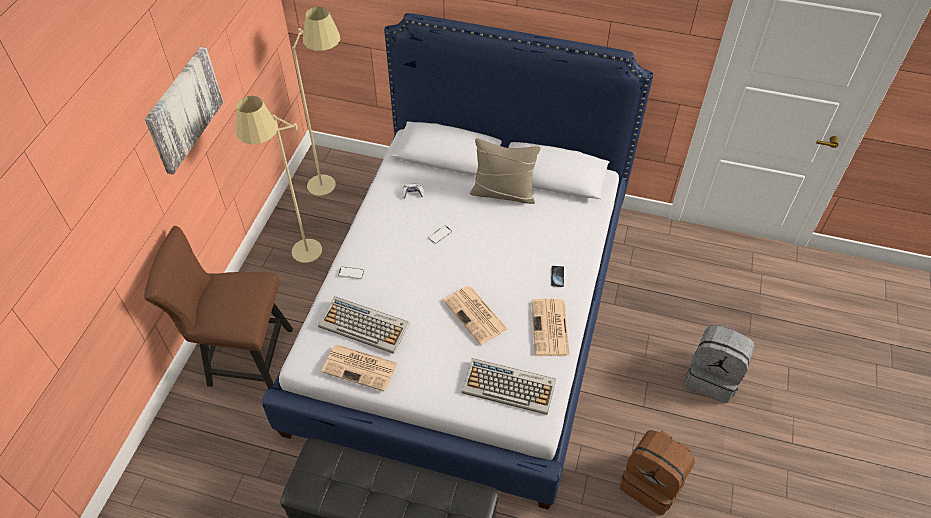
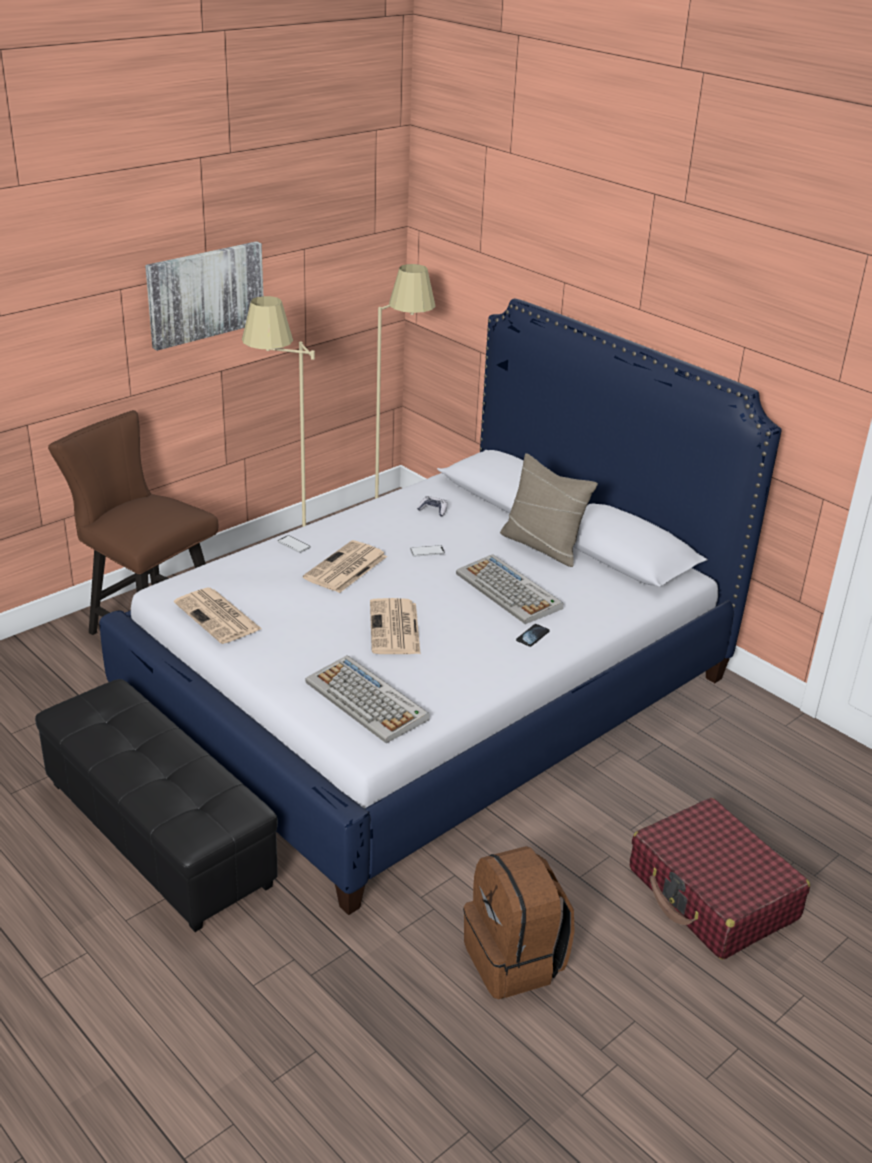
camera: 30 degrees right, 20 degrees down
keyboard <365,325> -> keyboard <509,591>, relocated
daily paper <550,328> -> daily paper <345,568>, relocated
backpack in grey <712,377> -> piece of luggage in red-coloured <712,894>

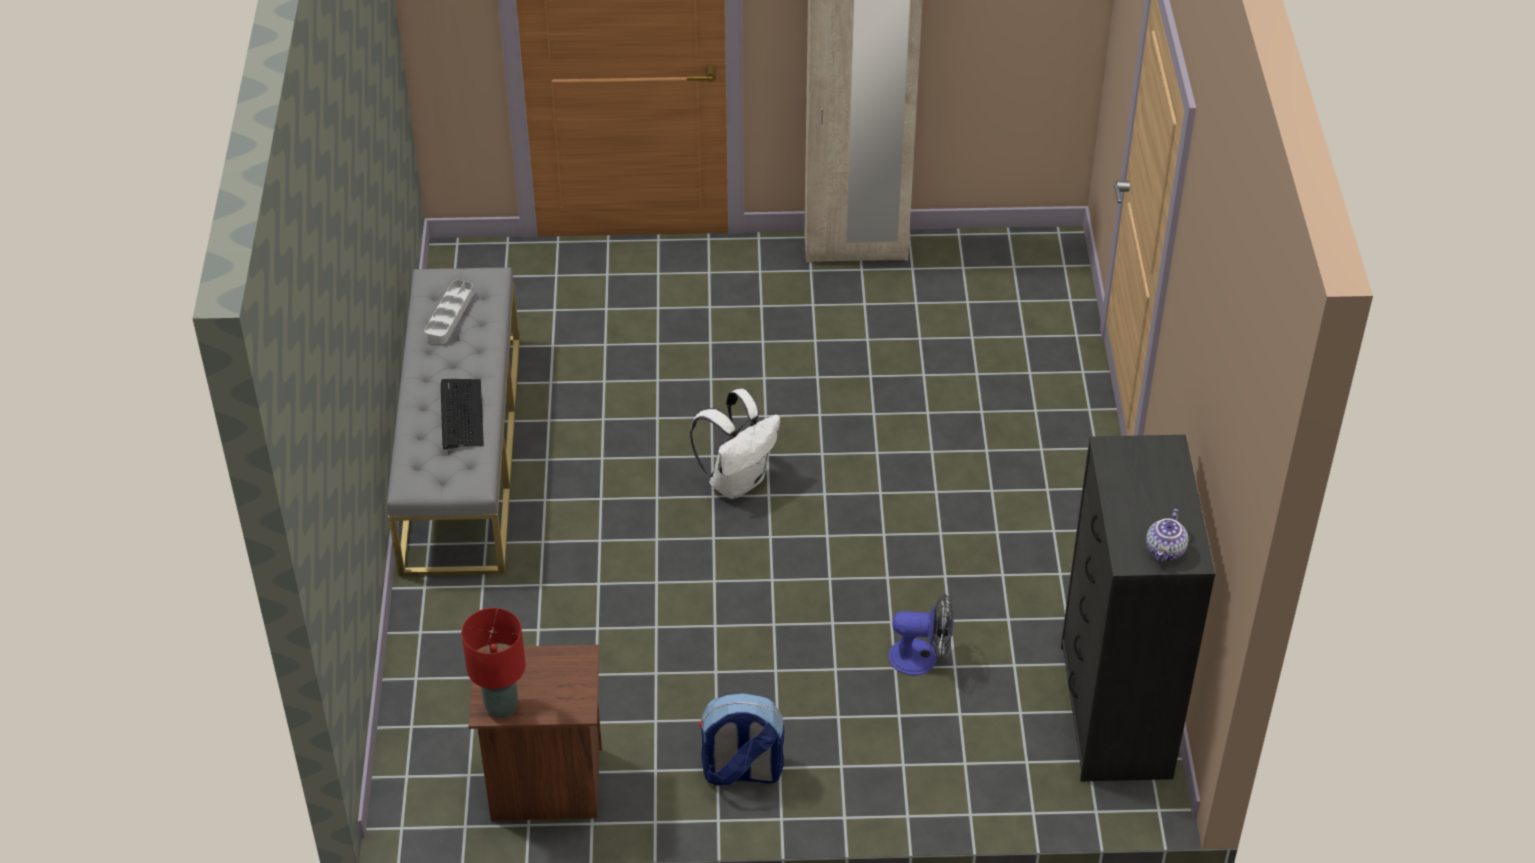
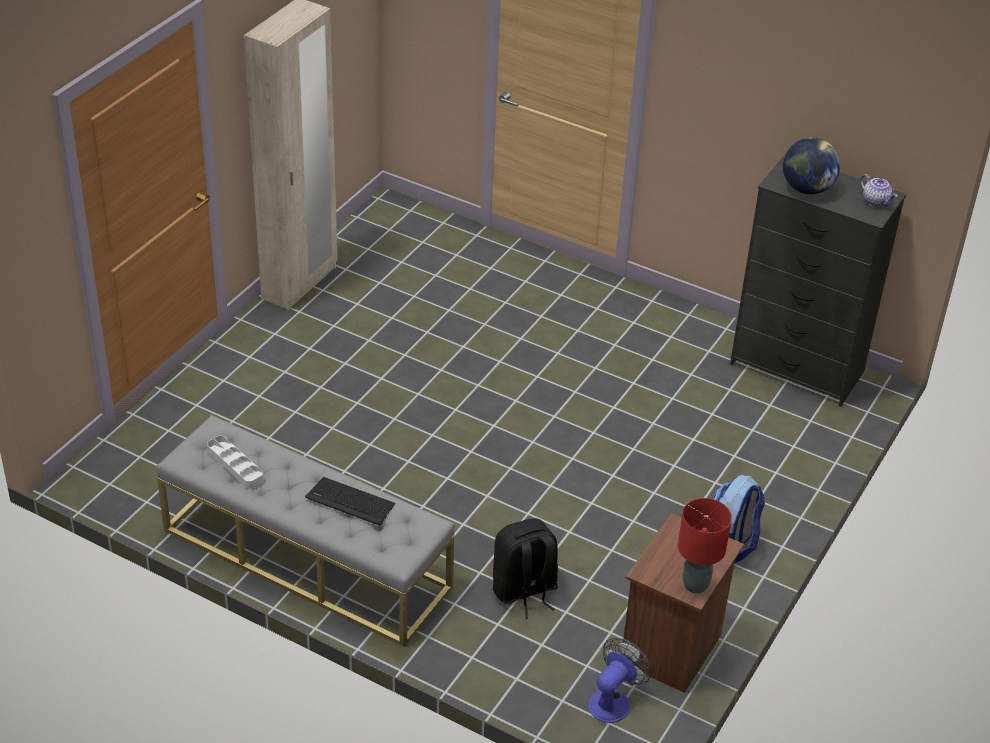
camera: 60 degrees left, 5 degrees down
backpack in white <737,480> -> none
fan <922,658> -> fan <613,700>, relocated
none -> backpack in black <524,591>
none -> desk globe <806,189>

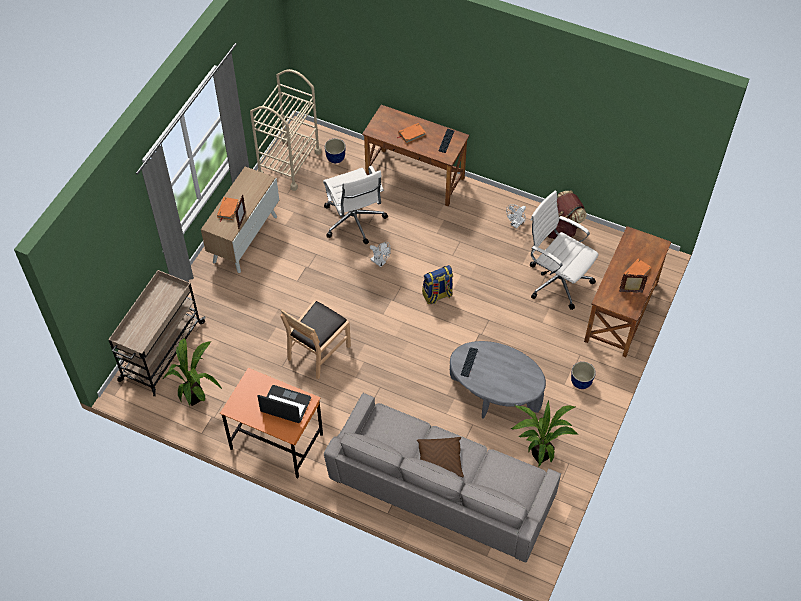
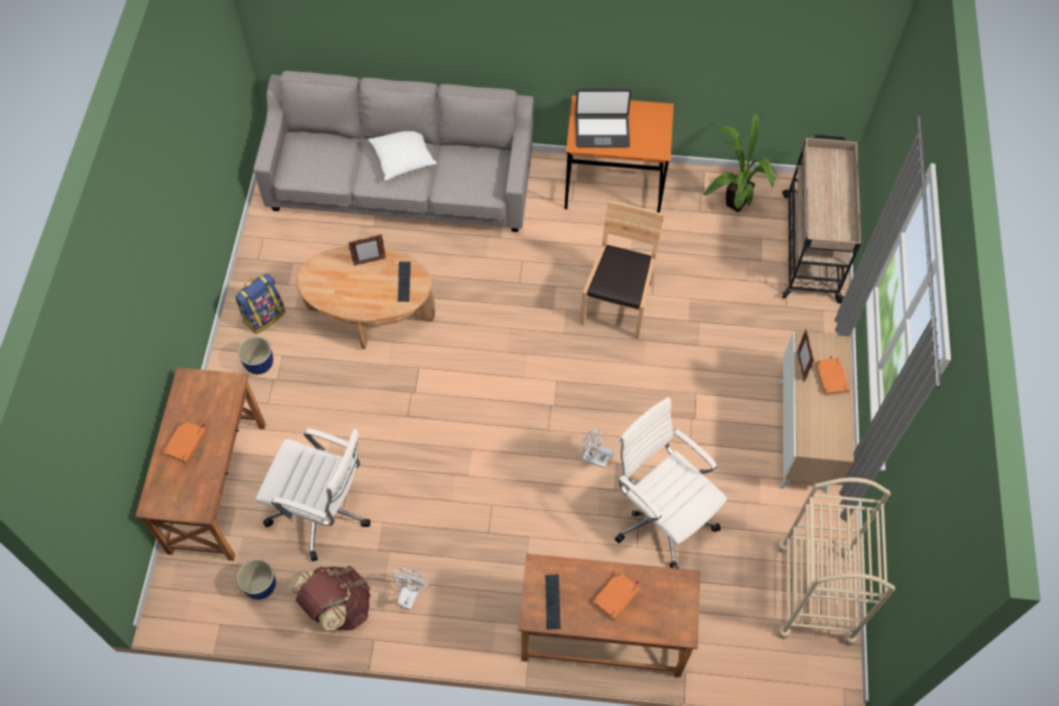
camera: 160 degrees right, 5 degrees up
planter <336,158> -> planter <260,586>, relocated
throw pillow in brownish <440,462> -> throw pillow in white <402,158>
backpack <437,295> -> backpack <264,316>, relocated
lounge table in grey <494,395> -> lounge table in brownish <370,315>
potted plant <538,454> -> none
picture frame <631,292> -> picture frame <369,261>, relocated

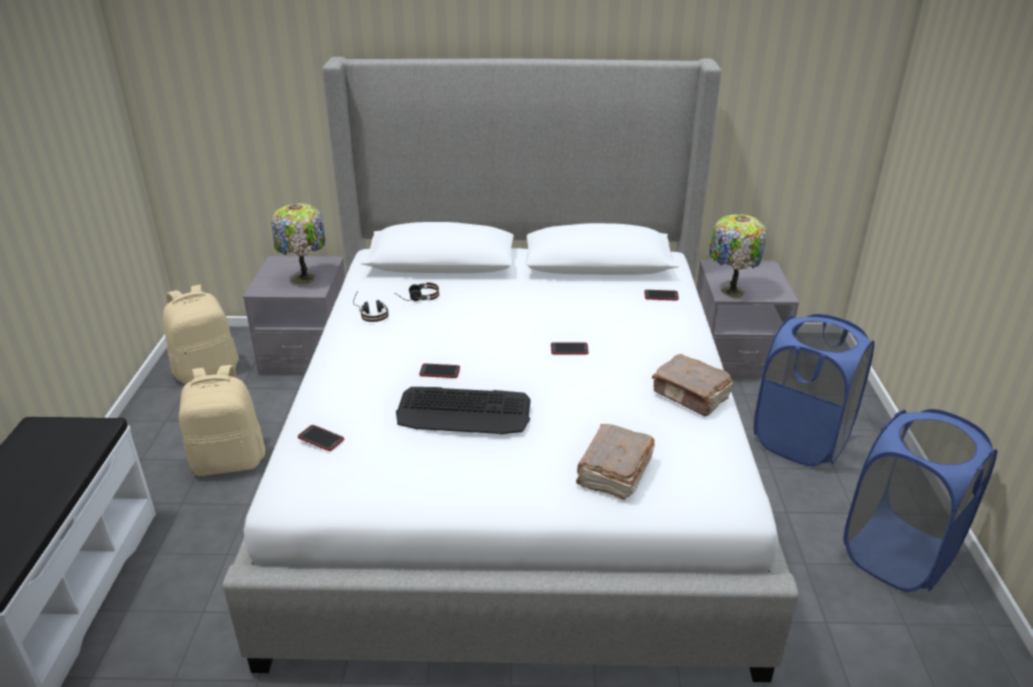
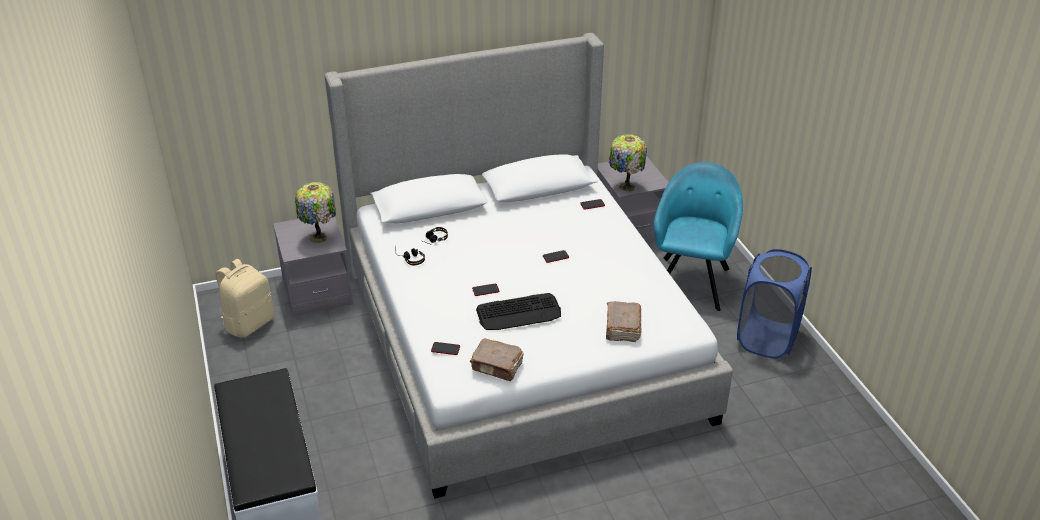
camera: 20 degrees left, 5 degrees up
backpack in sand-coloured <229,461> -> none
volume in brownish <691,396> -> volume in brownish <497,367>, relocated
laundry basket in blue <800,440> -> lounge chair in turquoise <691,280>

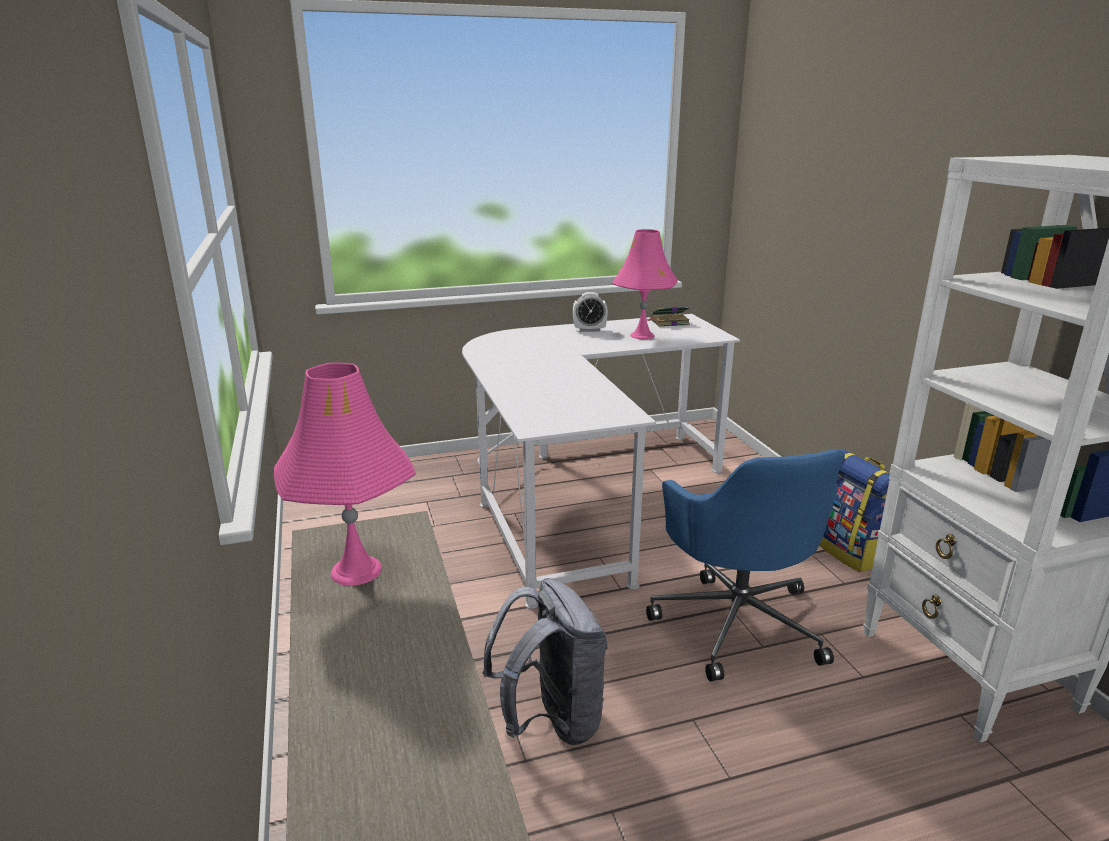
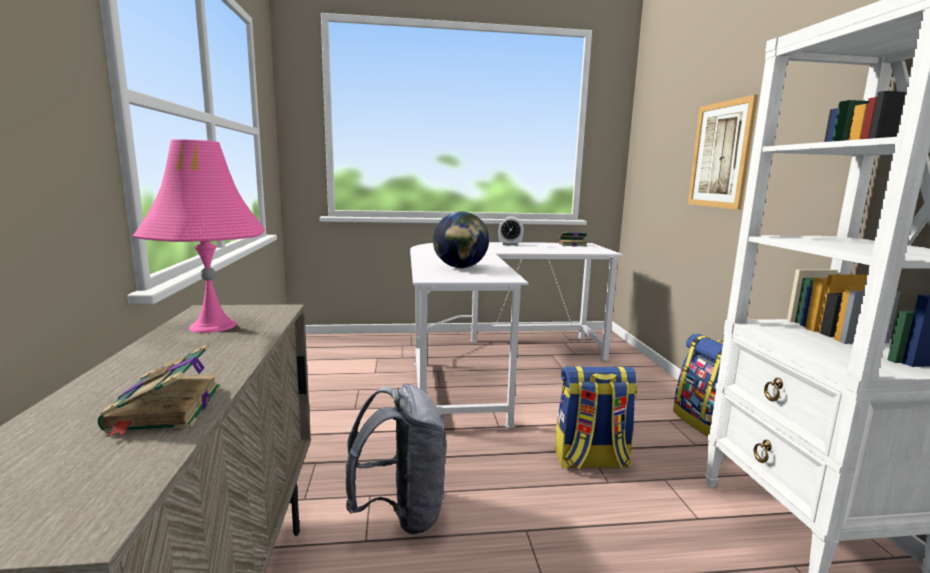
camera: 10 degrees right, 10 degrees down
tabletop lamp in pinkish <642,335> -> none
desk chair in blue <738,622> -> backpack <591,461>
none -> volume <165,409>
none -> desk globe <460,268>
none -> wall picture <720,155>

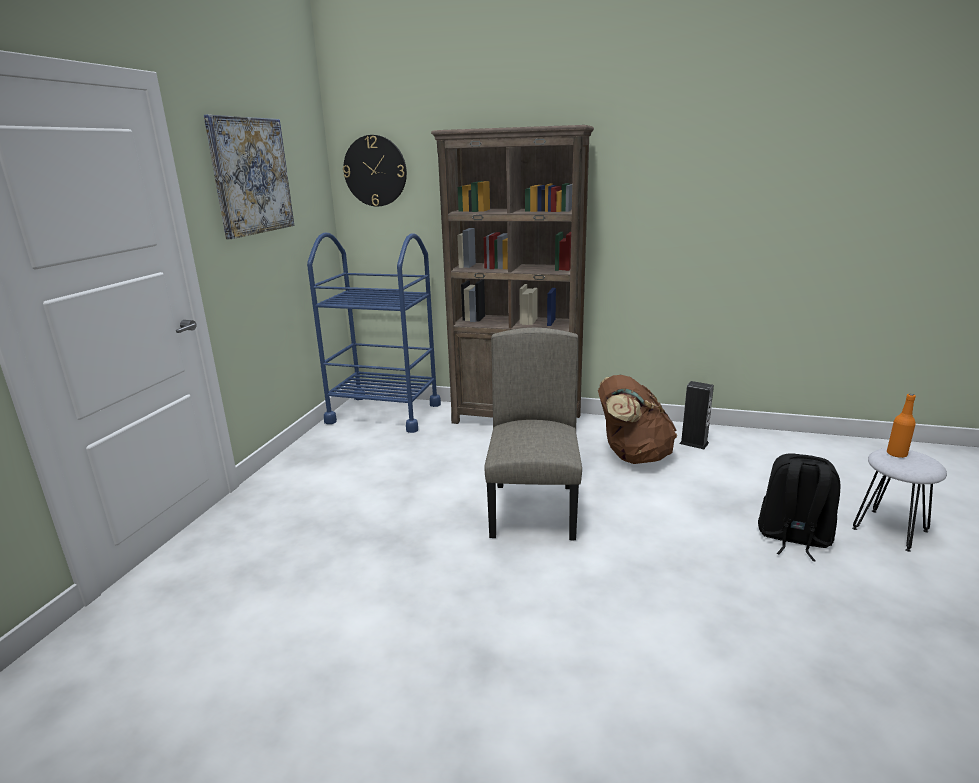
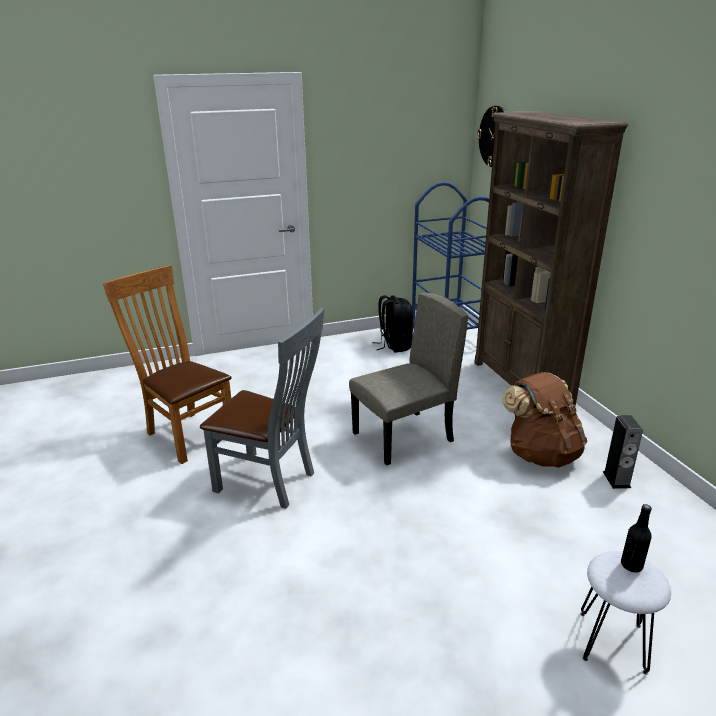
camera: 55 degrees right, 5 degrees up
wall picture <251,176> -> none
backpack in black <793,538> -> backpack in black <394,345>, relocated
drink bottle in orange-coloured <896,454> -> drink bottle in black <631,565>
none -> upright chair in brownish <186,433>
none -> upright chair in grey <271,482>

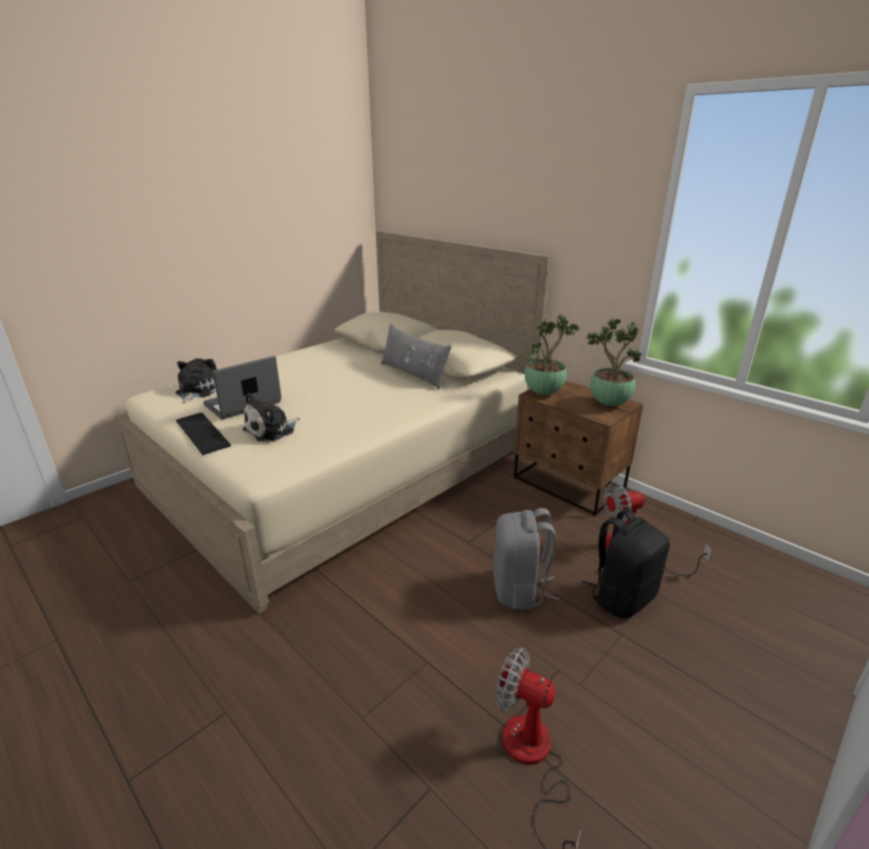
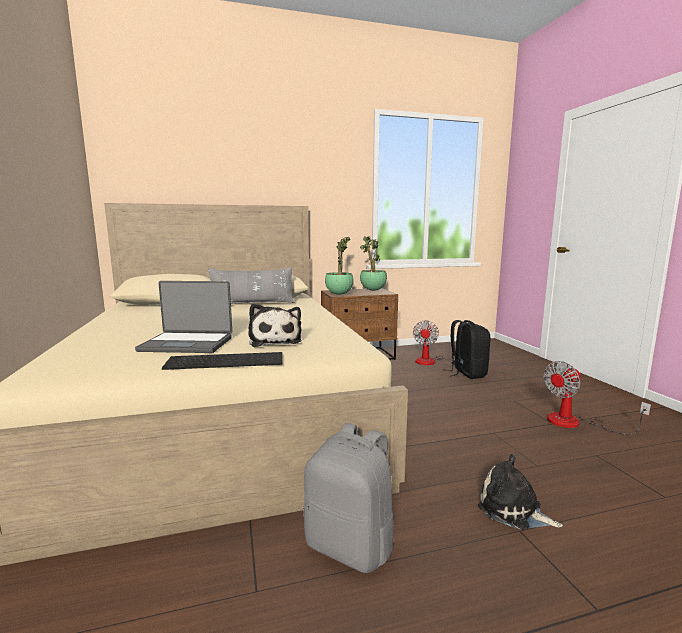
camera: 60 degrees left, 15 degrees down
cuddly toy <197,391> -> cuddly toy <513,510>, relocated
portable computer <243,404> -> portable computer <188,344>, 75 degrees counterclockwise
backpack in grey <520,590> -> backpack in grey <351,546>, relocated

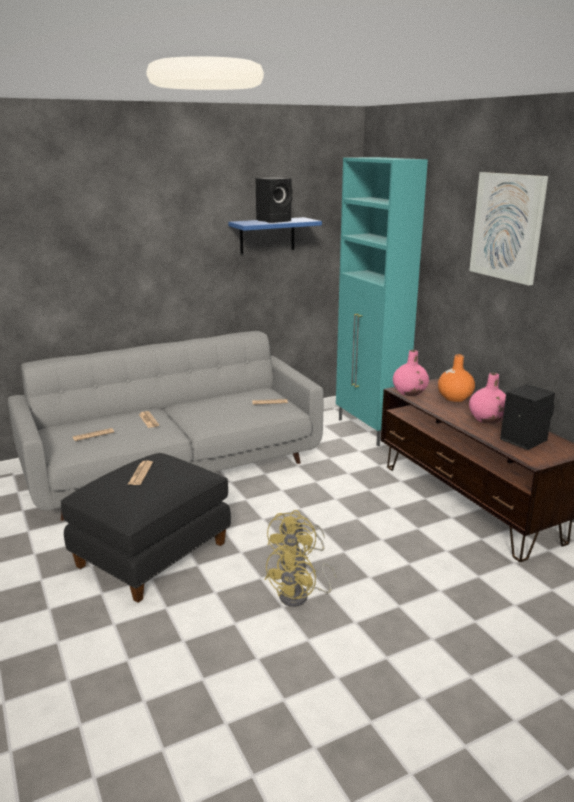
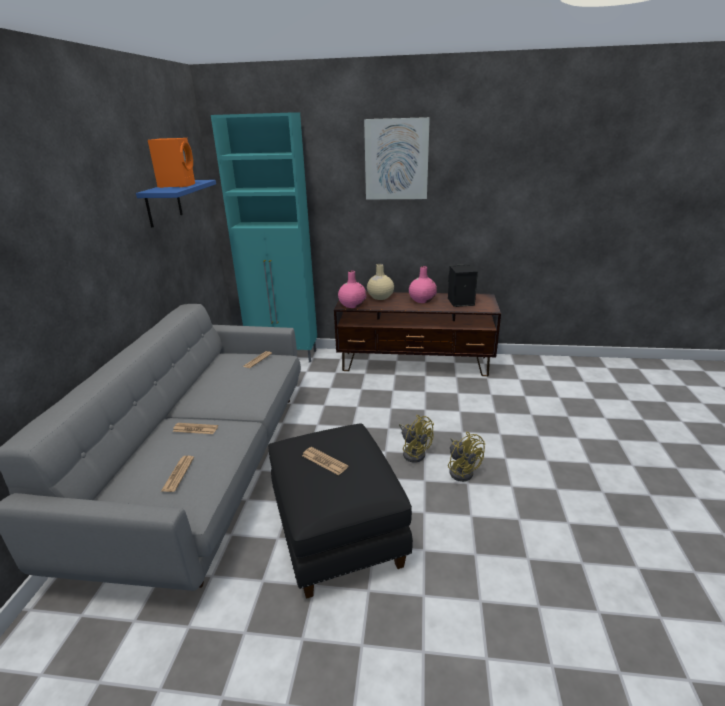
camera: 55 degrees left, 5 degrees up
audio speaker in black <275,221> -> audio speaker in orange-coloured <178,185>
decorative vase in orange-coloured <454,397> -> decorative vase in sand-coloured <380,297>

